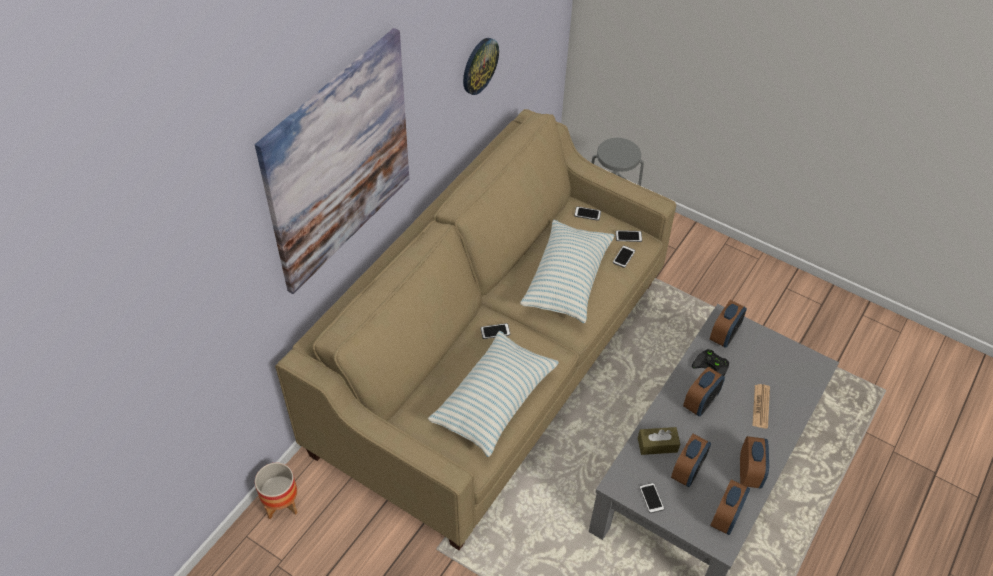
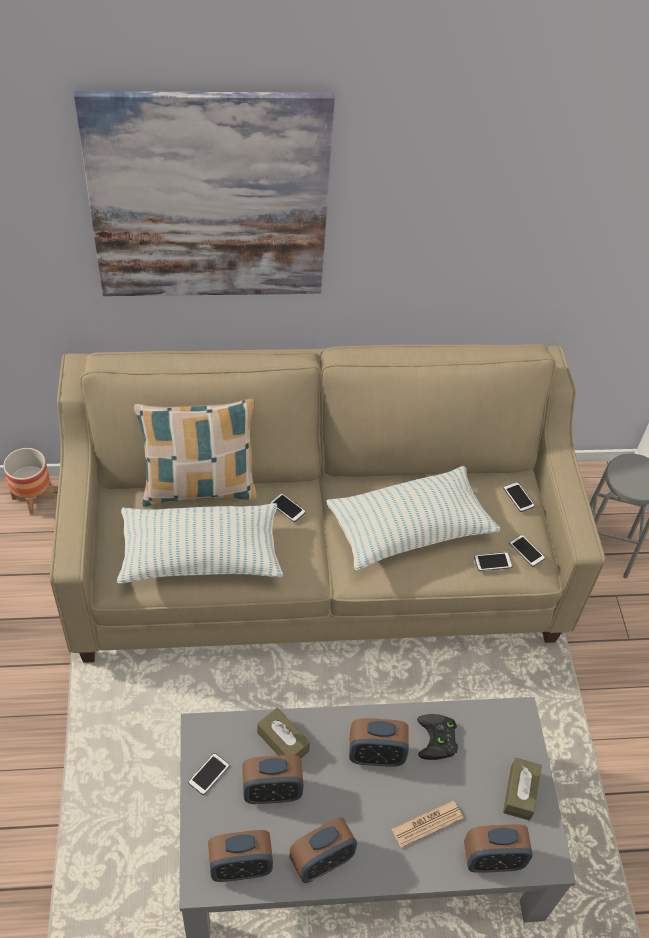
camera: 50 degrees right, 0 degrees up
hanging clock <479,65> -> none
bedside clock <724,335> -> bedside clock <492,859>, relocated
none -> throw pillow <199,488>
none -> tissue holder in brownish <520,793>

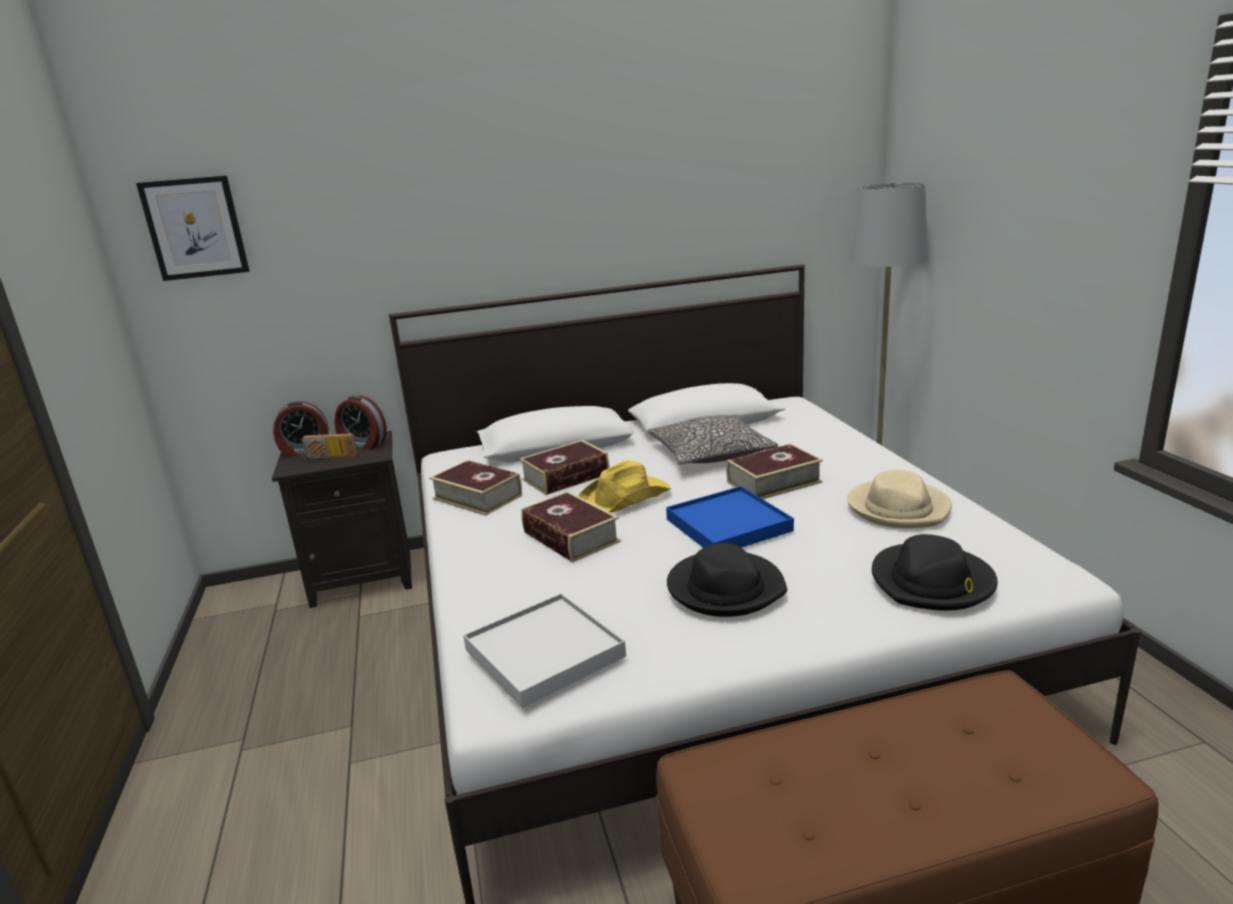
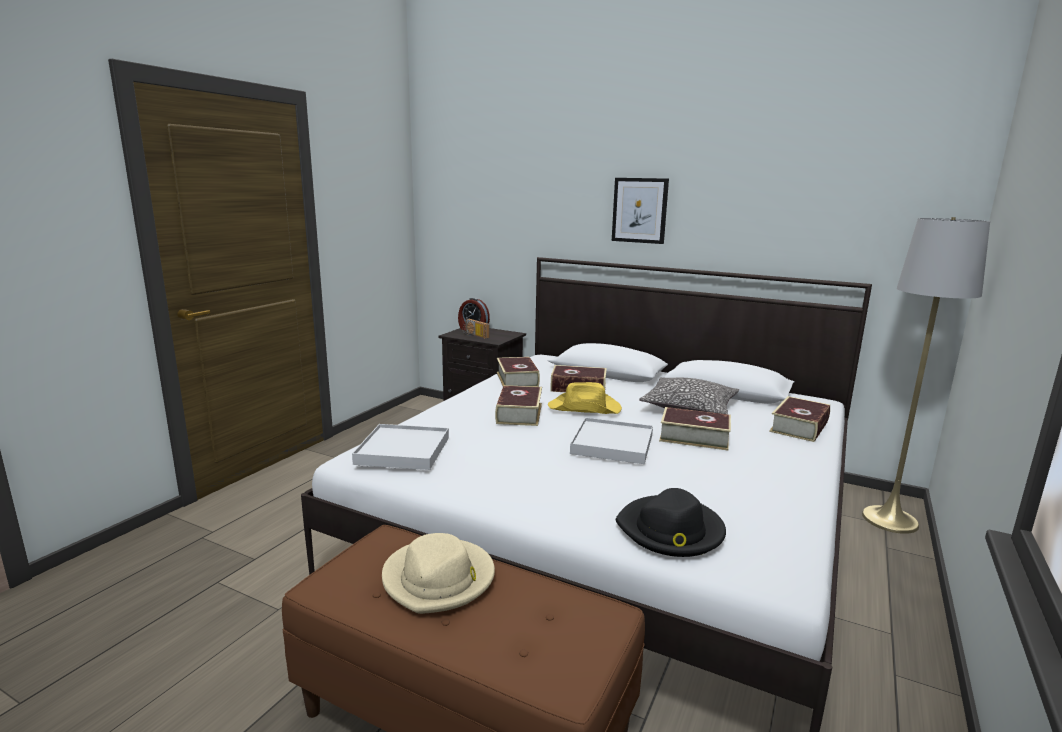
camera: 40 degrees right, 5 degrees down
wall picture <195,228> -> wall picture <639,210>, relocated
bedside clock <362,445> -> none
carrying tray in blue <729,525> -> carrying tray in white <612,444>
wearable hat in black <725,588> -> none
wearable hat in sand-coloured <898,508> -> wearable hat in sand-coloured <439,579>, relocated
none -> volume <799,427>

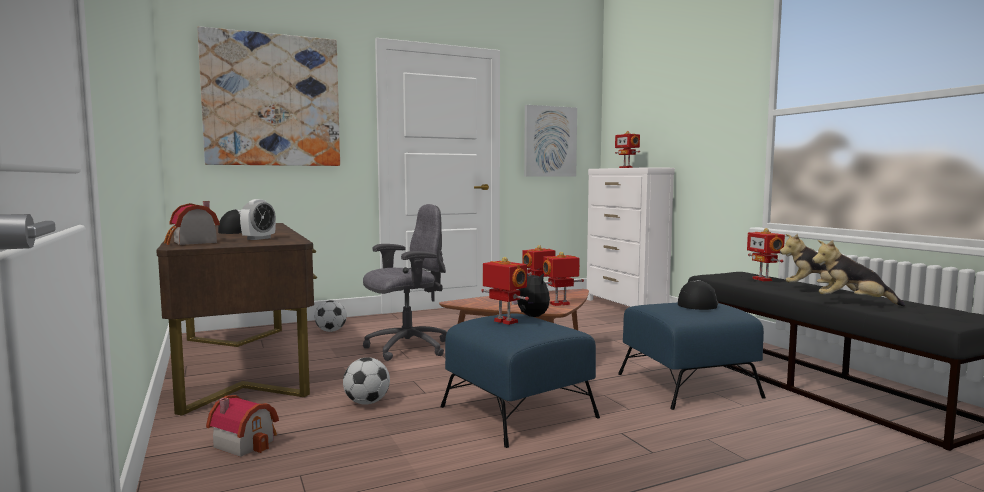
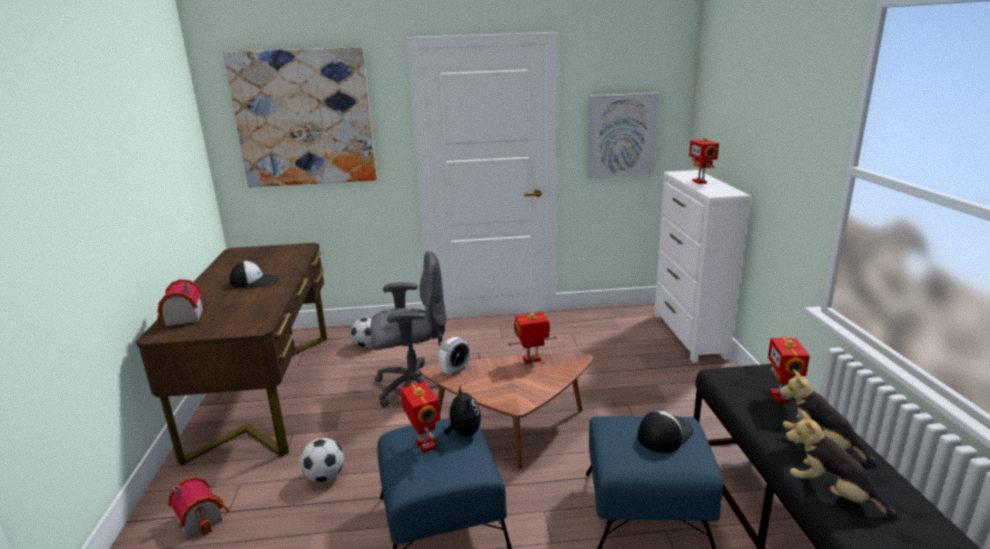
camera: 20 degrees right, 15 degrees up
bedside clock <259,238> -> bedside clock <455,370>, relocated
model robot <560,304> -> none

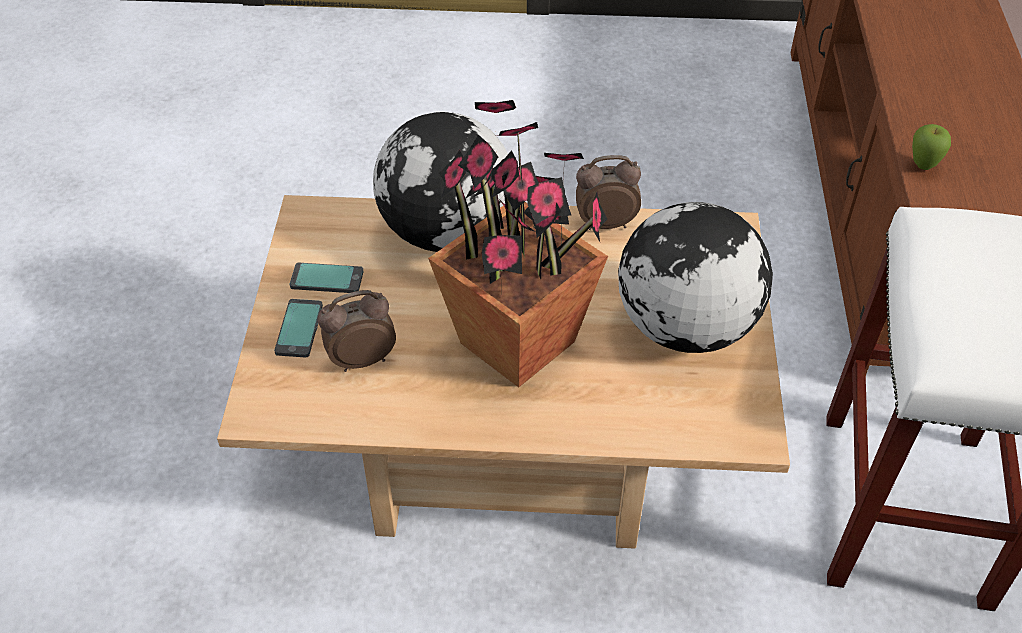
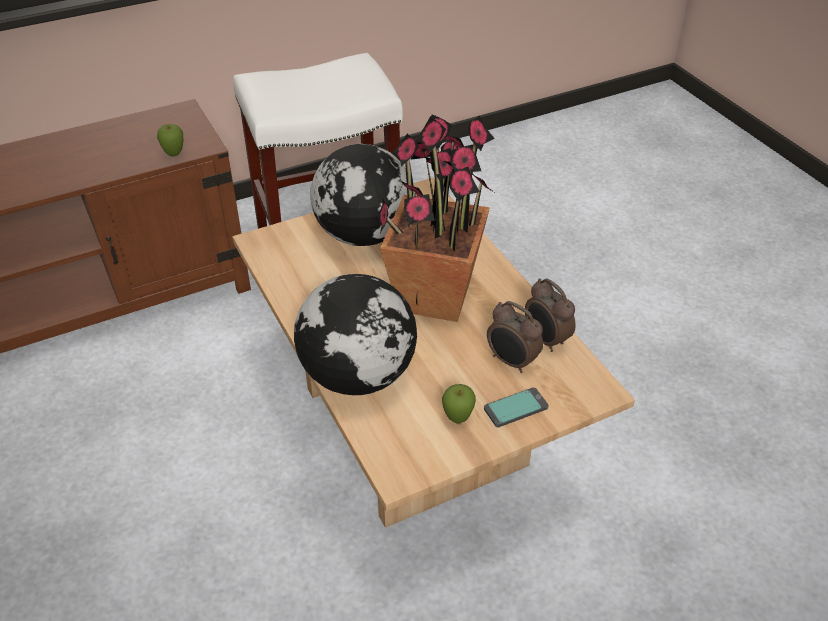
camera: 120 degrees left, 5 degrees down
phone <327,279> -> apple fruit <457,419>
bedside clock <605,223> -> bedside clock <545,340>, relocated

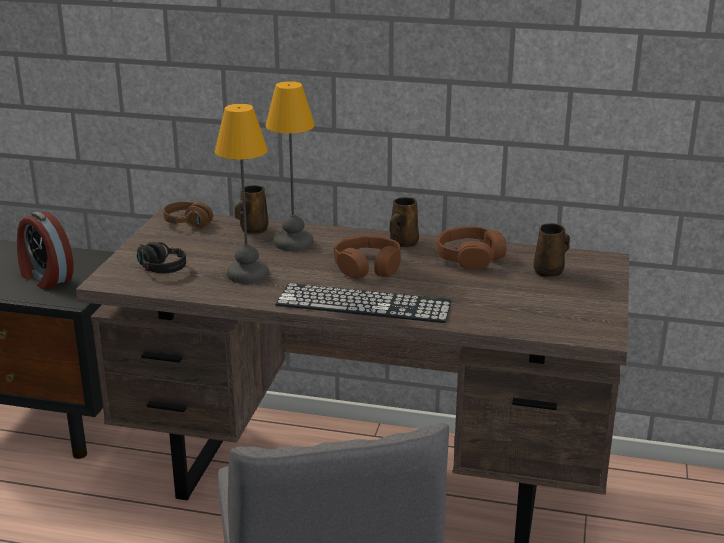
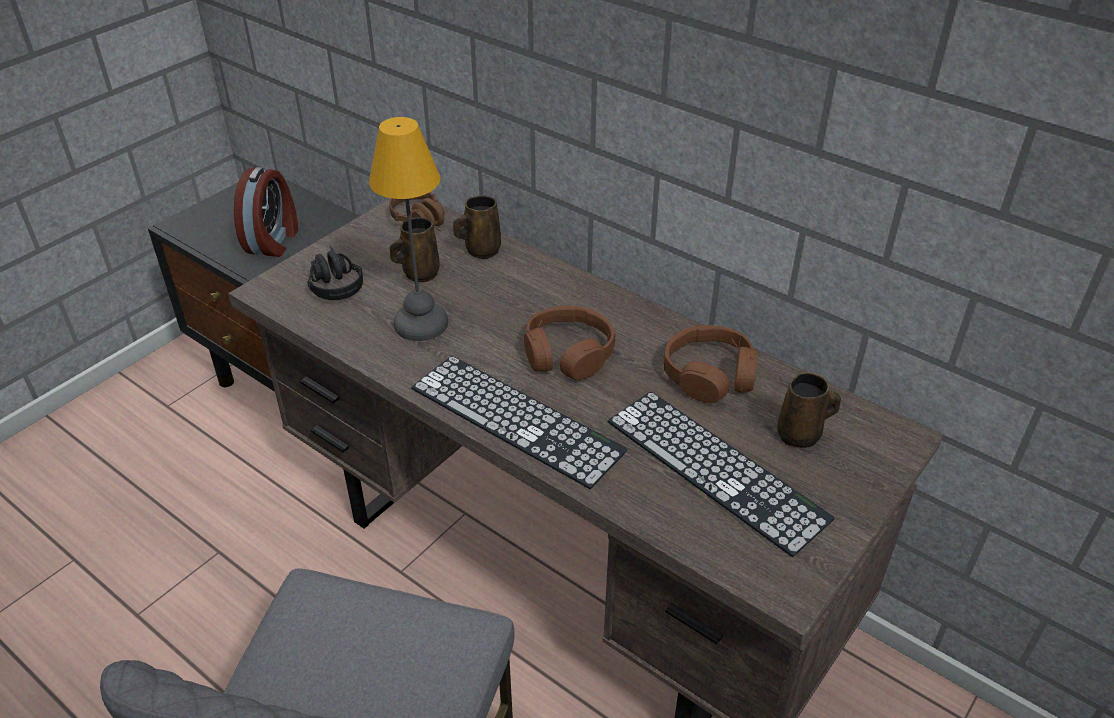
camera: 25 degrees right, 15 degrees up
bedside clock <45,278> -> bedside clock <274,240>, 150 degrees counterclockwise
tabletop lamp <293,243> -> none
mug in brownish <403,243> -> mug in brownish <419,273>, relocated
none -> keyboard <715,468>

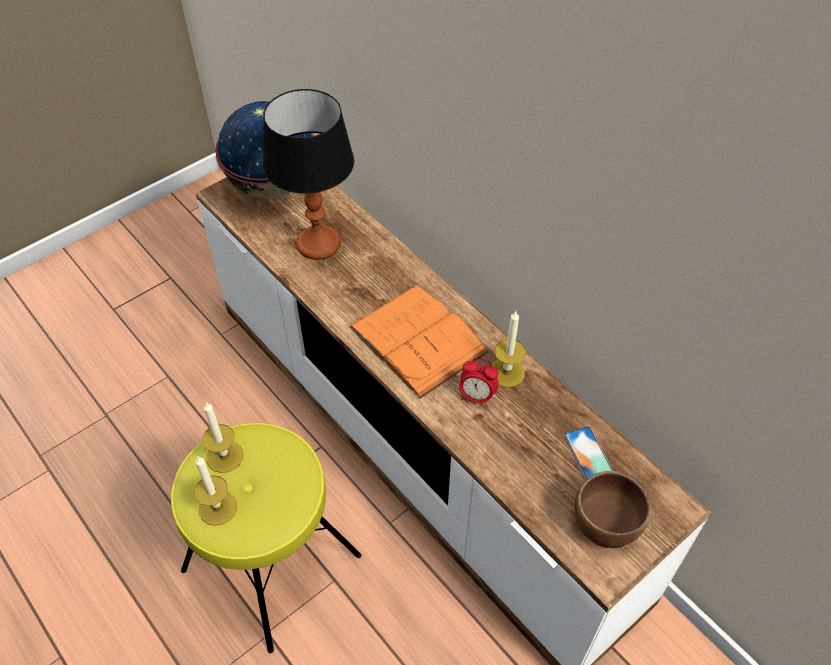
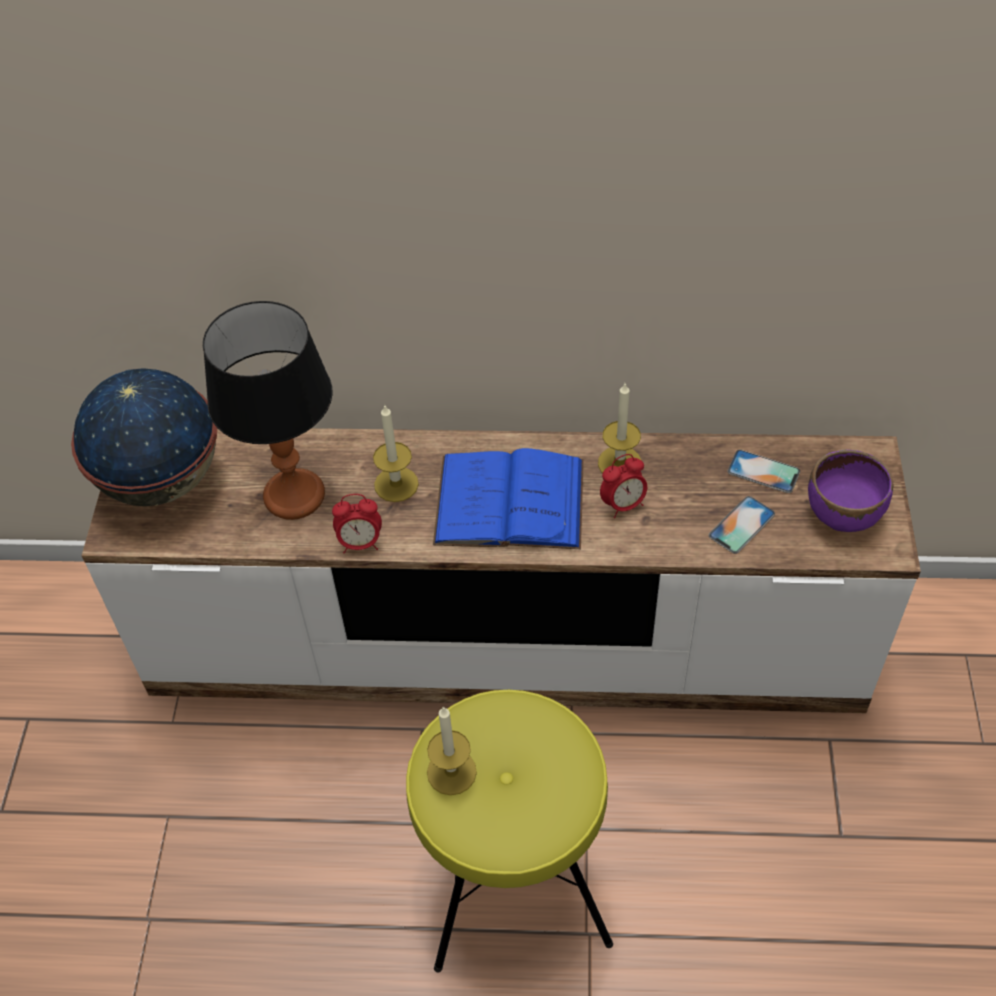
camera: 45 degrees left, 0 degrees up
candle <218,508> -> candle <396,484>, relocated
volume in orange-coloured <417,339> -> volume in blue <509,501>
serving bowl in brownish <605,525> -> serving bowl in purple-coloured <843,513>
none -> bedside clock <360,543>
none -> phone <741,525>

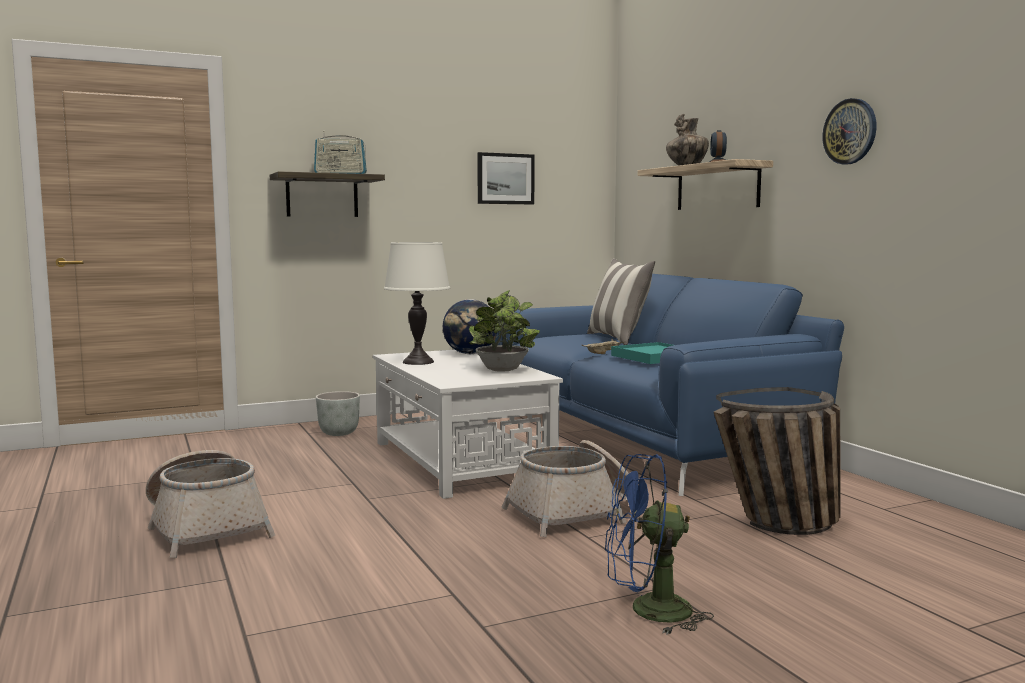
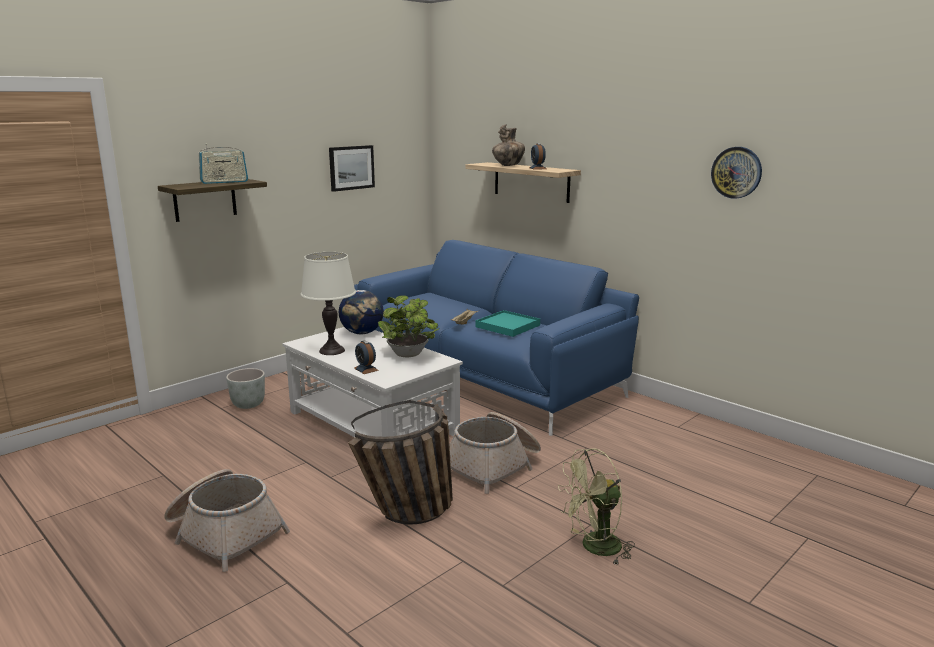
camera: 20 degrees left, 10 degrees up
throw pillow <618,339> -> none
fan in blue <648,611> -> fan in green <594,548>
household basket <779,526> -> household basket <407,516>, relocated
hanging clock <850,131> -> hanging clock <736,172>, relocated
none -> bedside clock <366,369>

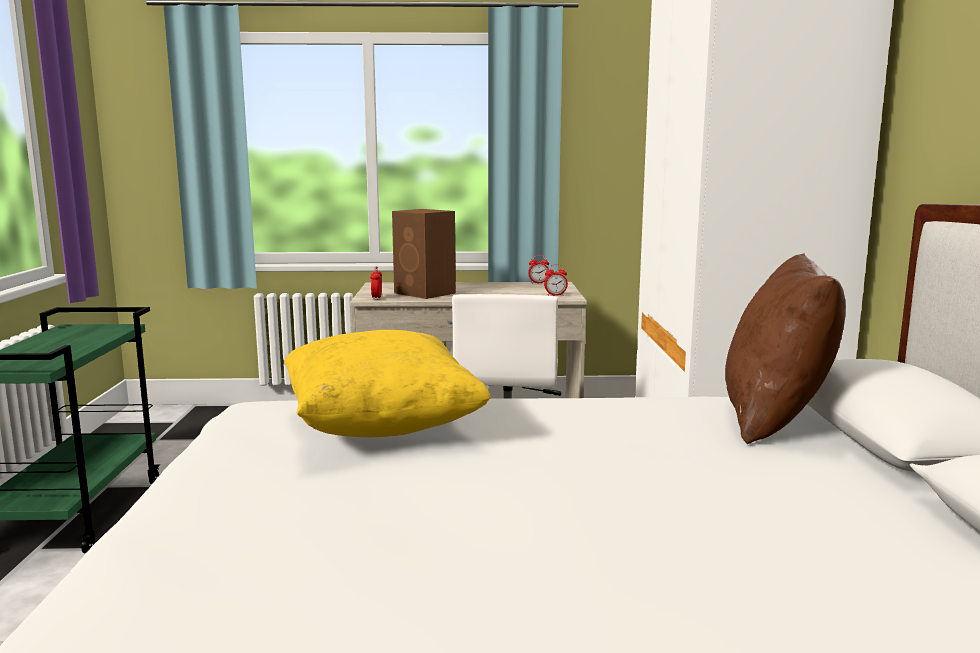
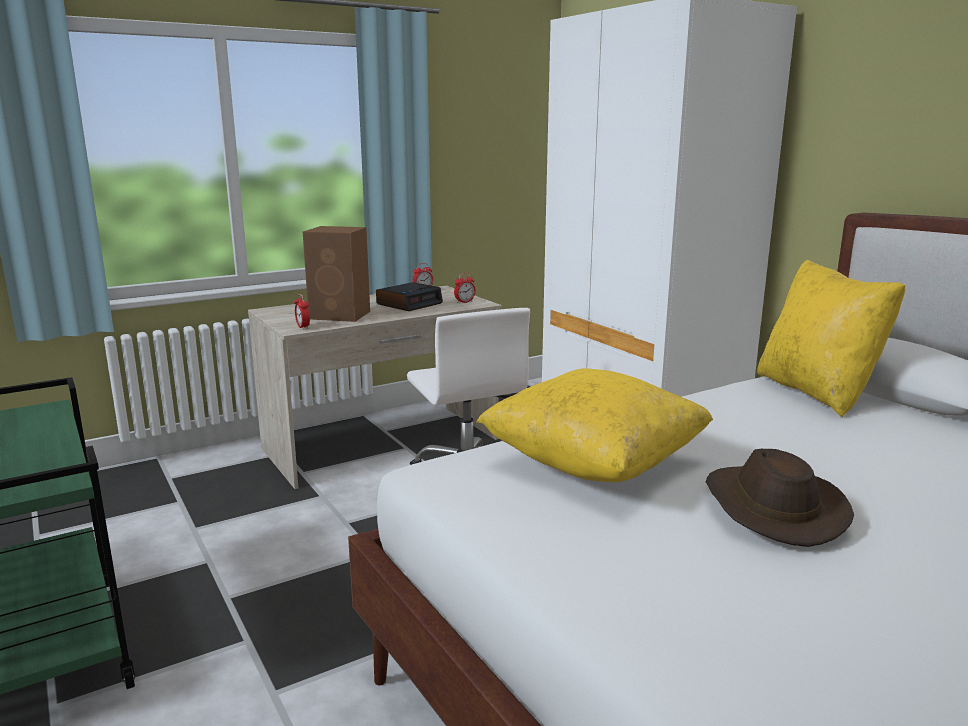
camera: 30 degrees left, 5 degrees up
throw pillow in brownish <775,419> -> throw pillow in yellowish <817,392>
none -> bedside clock <409,303>
none -> wearable hat in brownish <771,507>

